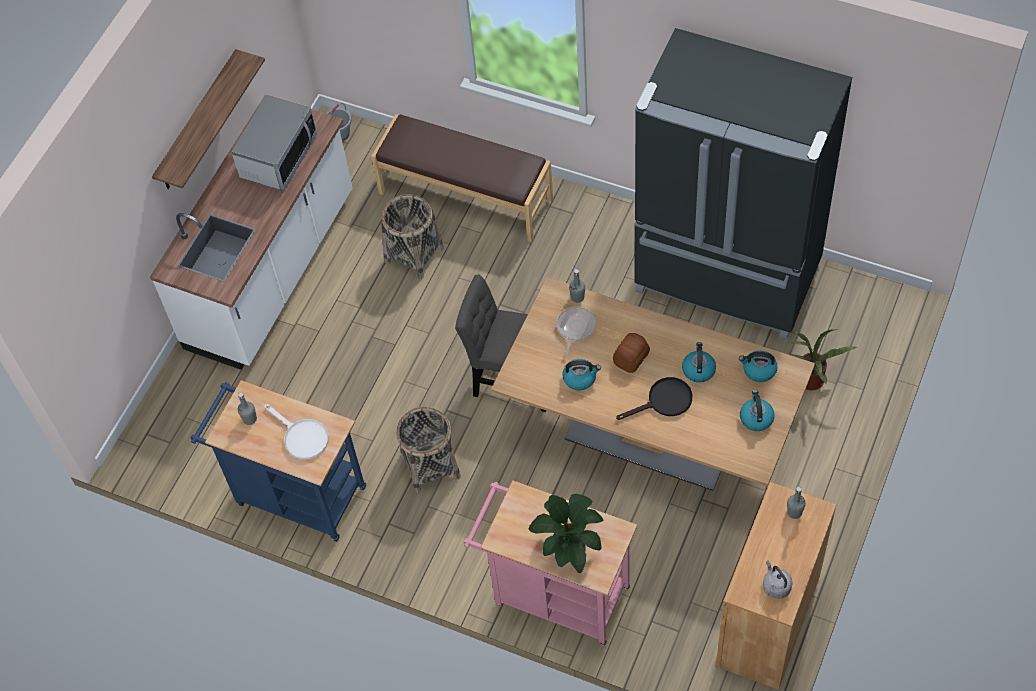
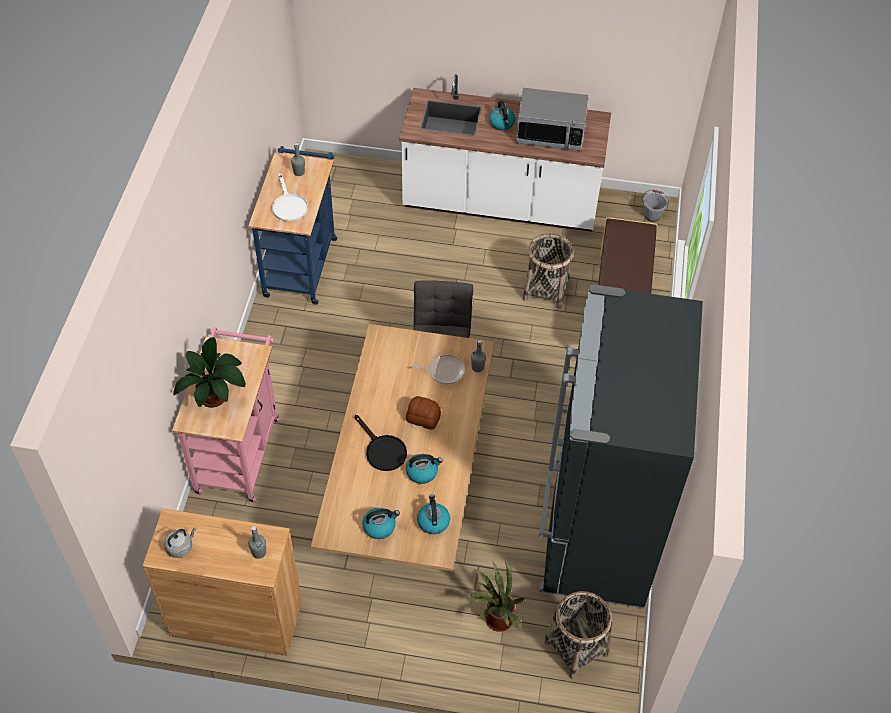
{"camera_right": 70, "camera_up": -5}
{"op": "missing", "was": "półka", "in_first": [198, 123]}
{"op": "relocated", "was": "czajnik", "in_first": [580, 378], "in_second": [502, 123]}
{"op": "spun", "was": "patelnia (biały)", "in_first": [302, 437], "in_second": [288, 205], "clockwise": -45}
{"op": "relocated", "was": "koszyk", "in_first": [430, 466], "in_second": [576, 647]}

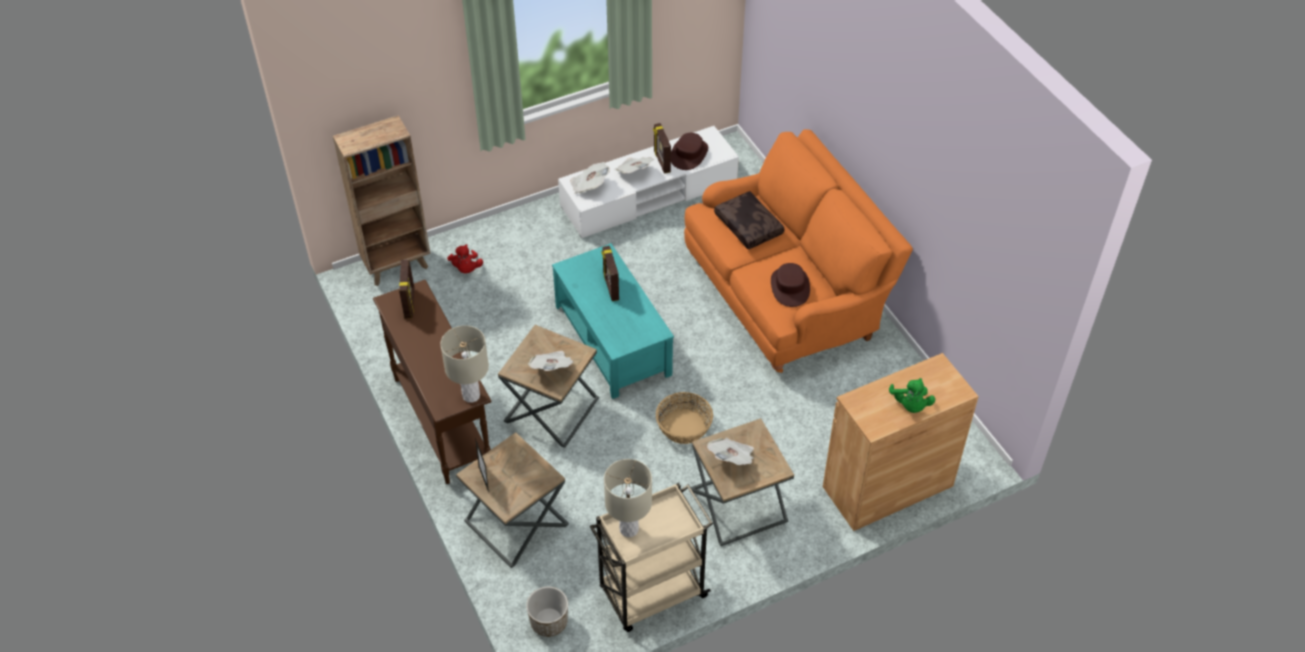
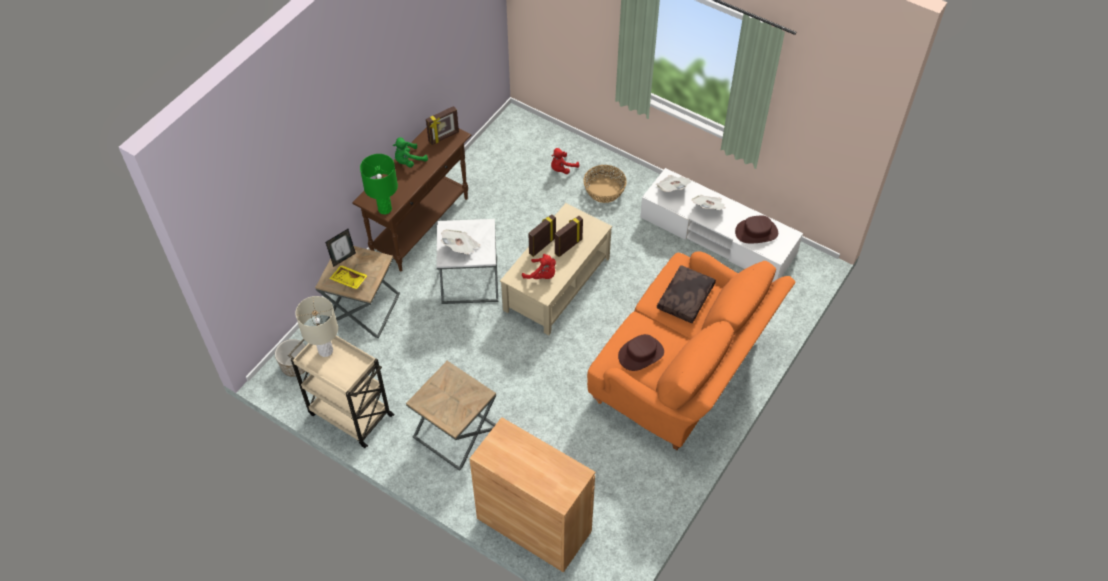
{"camera_right": 60, "camera_up": 5}
{"op": "missing", "was": "regał (brązowy)", "in_first": [397, 265]}
{"op": "relocated", "was": "ramka na zdjęcie", "in_first": [661, 162], "in_second": [542, 245]}
{"op": "colour", "was": "ława (turkusowy)", "now": "ława (beżowy)", "in_first": [614, 340], "in_second": [557, 284]}
{"op": "colour", "was": "lampa stołowa (beżowy)", "now": "lampa stołowa (zielony)", "in_first": [471, 395], "in_second": [385, 209]}
{"op": "colour", "was": "stolik (brązowy)", "now": "stolik (biały)", "in_first": [551, 410], "in_second": [469, 280]}
{"op": "relocated", "was": "pluszak (zielony)", "in_first": [910, 405], "in_second": [409, 161]}
{"op": "relocated", "was": "koszyk", "in_first": [684, 427], "in_second": [604, 191]}
{"op": "missing", "was": "gazeta", "in_first": [732, 458]}
{"op": "appeared", "now": "pluszak (czerwony)", "in_second": [542, 275]}
{"op": "appeared", "now": "taca (żółty)", "in_second": [348, 280]}

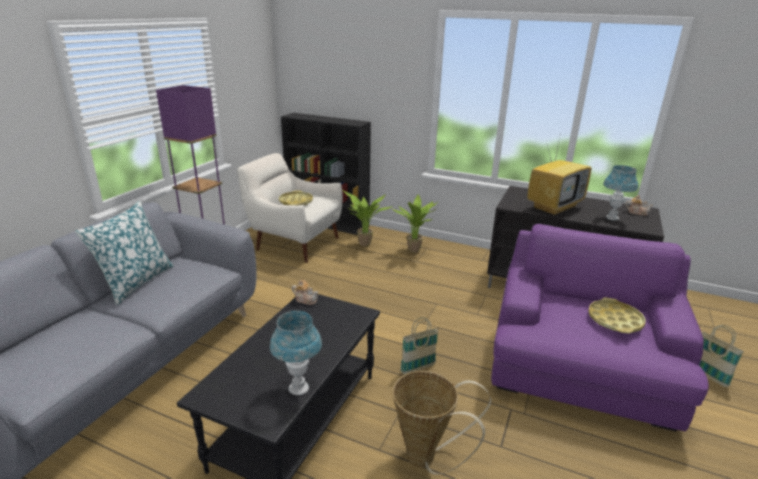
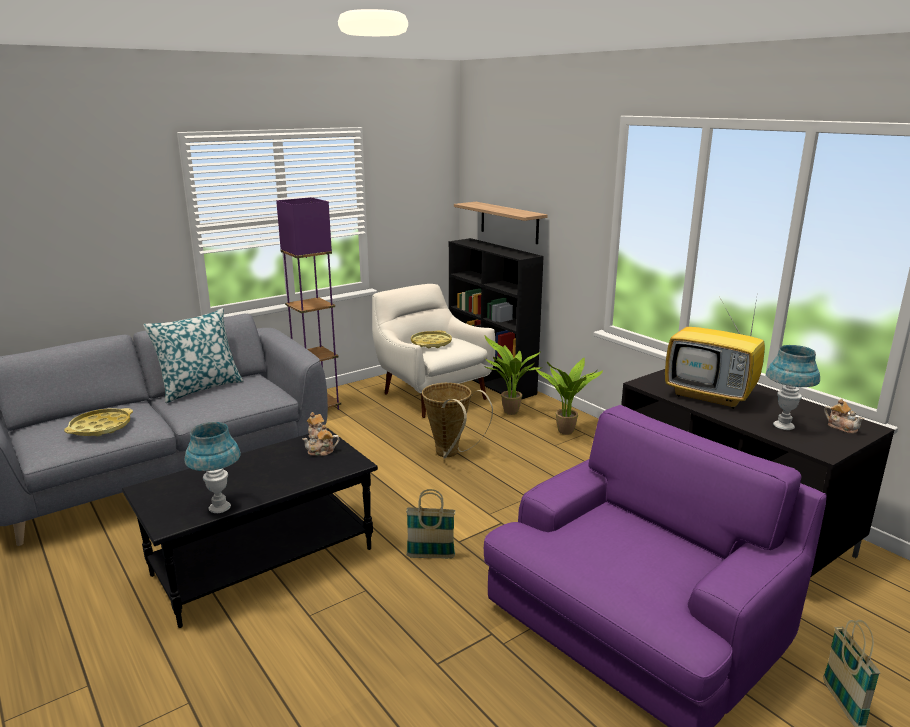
{"camera_right": 30, "camera_up": -5}
{"op": "spun", "was": "telewizor", "in_first": [554, 207], "in_second": [711, 396], "clockwise": 45}
{"op": "relocated", "was": "taca (żółty)", "in_first": [614, 320], "in_second": [100, 427]}
{"op": "relocated", "was": "koszyk", "in_first": [427, 459], "in_second": [450, 455]}
{"op": "appeared", "now": "półka", "in_second": [509, 222]}
{"op": "appeared", "now": "imbryk", "in_second": [321, 452]}

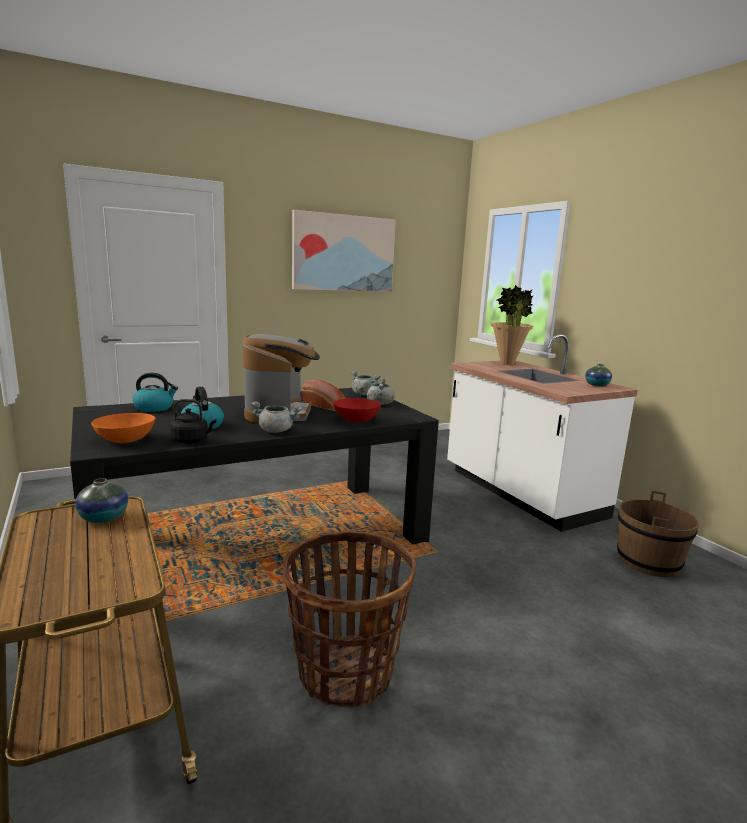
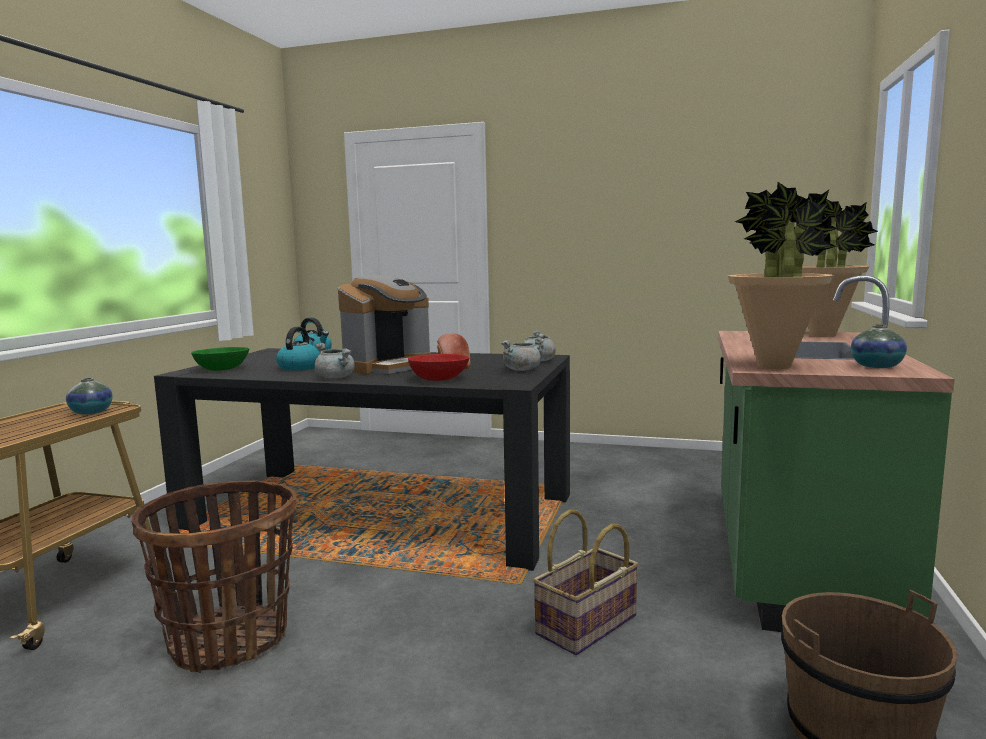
{"camera_right": 45, "camera_up": -5}
{"op": "missing", "was": "obraz", "in_first": [343, 253]}
{"op": "colour", "was": "zabudowa kuchenna (biały)", "now": "zabudowa kuchenna (zielony)", "in_first": [520, 493], "in_second": [795, 562]}
{"op": "missing", "was": "czajnik (czarny)", "in_first": [192, 440]}
{"op": "colour", "was": "miska (pomarańczowy)", "now": "miska (zielony)", "in_first": [126, 439], "in_second": [222, 369]}
{"op": "appeared", "now": "roślina doniczkowa", "in_second": [774, 366]}
{"op": "appeared", "now": "koszyk", "in_second": [587, 626]}

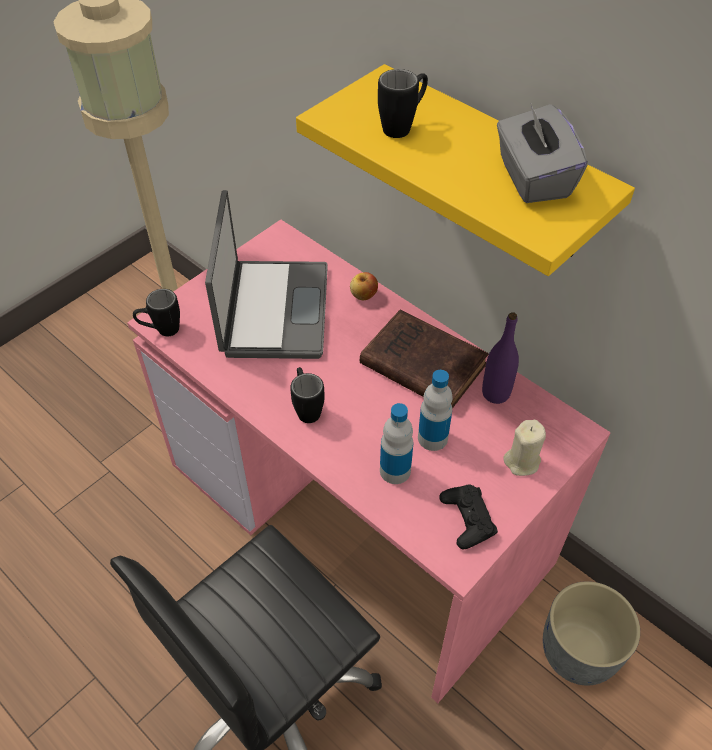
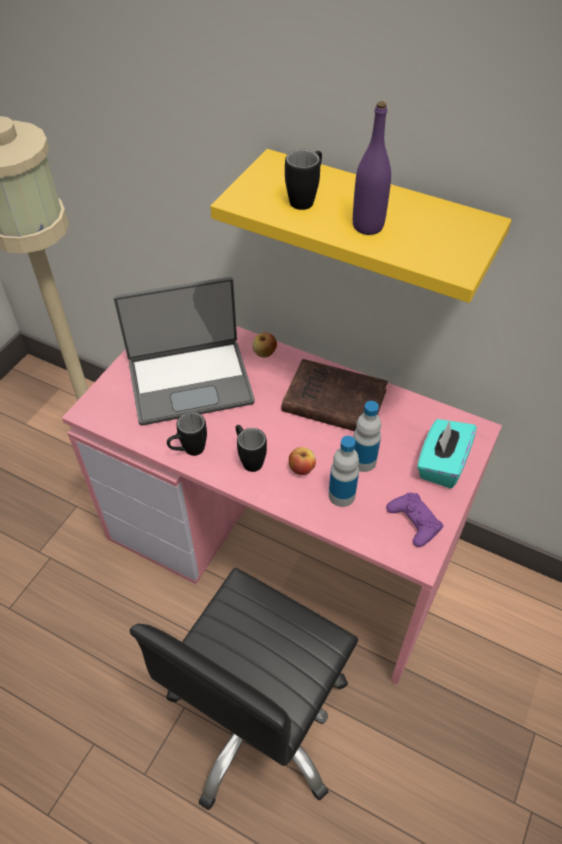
{"camera_right": -15, "camera_up": 0}
{"op": "missing", "was": "pudełko chusteczek (szary)", "in_first": [532, 178]}
{"op": "spun", "was": "laptop", "in_first": [272, 310], "in_second": [190, 381], "clockwise": 90}
{"op": "relocated", "was": "kubek (czarny)", "in_first": [161, 331], "in_second": [188, 451]}
{"op": "relocated", "was": "butelka (fioletowy)", "in_first": [495, 393], "in_second": [368, 226]}
{"op": "exchanged", "was": "świeca (beżowy)", "now": "pudełko chusteczek (turkusowy)", "in_first": [522, 461], "in_second": [441, 464]}
{"op": "colour", "was": "pad do gier (czarny)", "now": "pad do gier (fioletowy)", "in_first": [467, 519], "in_second": [414, 521]}
{"op": "missing", "was": "donica (szary)", "in_first": [577, 650]}
{"op": "appeared", "now": "jabłko", "in_second": [301, 468]}

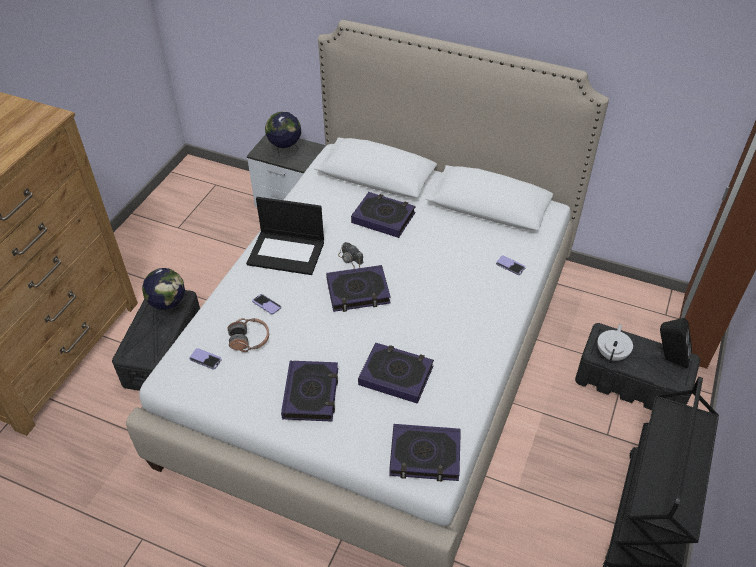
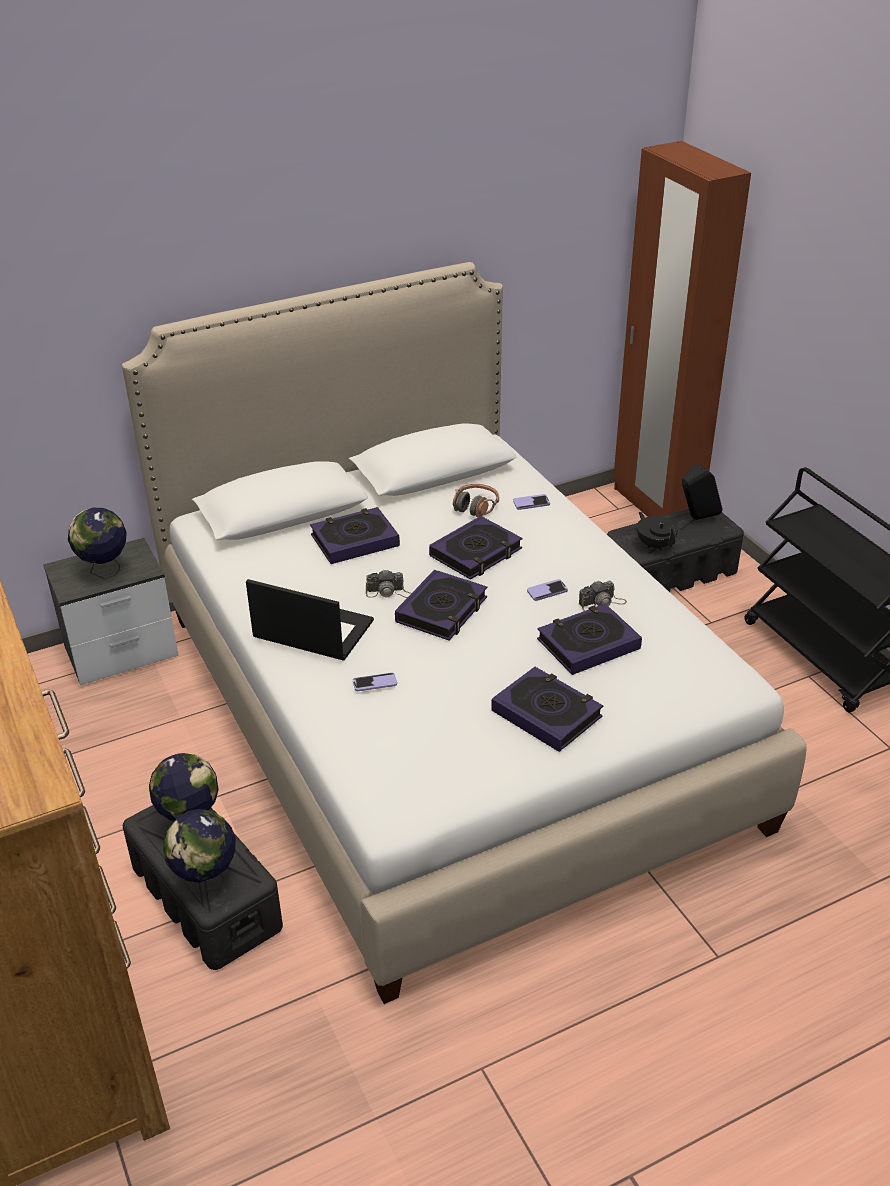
{"camera_right": -50, "camera_up": -10}
{"op": "spun", "was": "laptop", "in_first": [287, 252], "in_second": [311, 630], "clockwise": -120}
{"op": "relocated", "was": "słuchawki", "in_first": [249, 340], "in_second": [475, 506]}
{"op": "colour", "was": "imbryk (biały)", "now": "imbryk (czarny)", "in_first": [612, 354], "in_second": [655, 544]}
{"op": "relocated", "was": "telefon", "in_first": [205, 359], "in_second": [547, 591]}
{"op": "relocated", "was": "książka", "in_first": [425, 456], "in_second": [476, 553]}
{"op": "appeared", "now": "aparat fotograficzny", "in_second": [602, 603]}
{"op": "appeared", "now": "globus", "in_second": [206, 882]}

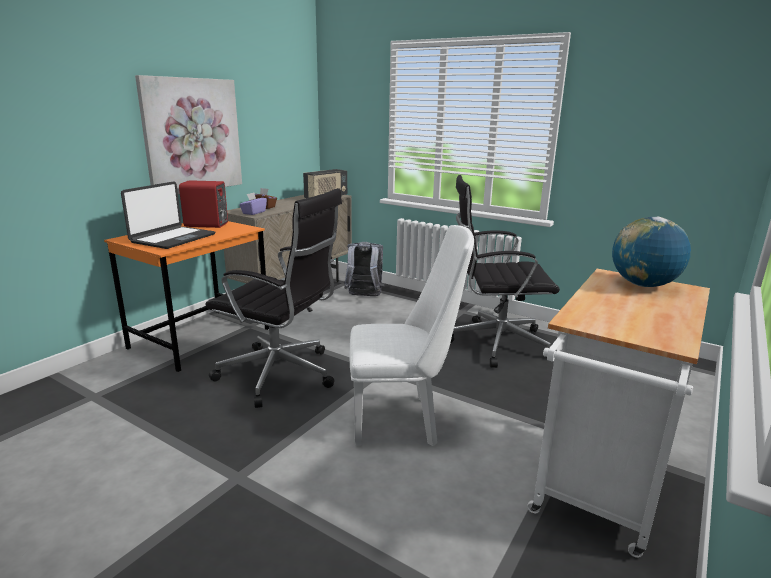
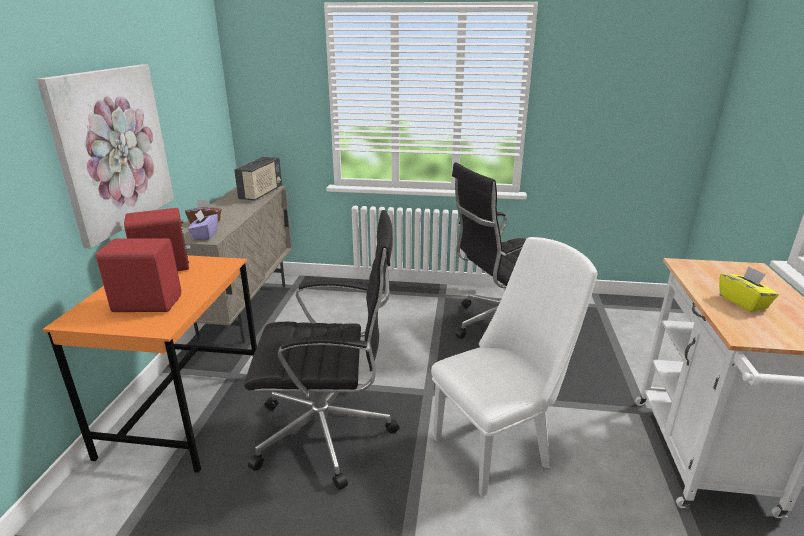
{"camera_right": -25, "camera_up": 5}
{"op": "exchanged", "was": "laptop", "now": "głośnik (czerwony)", "in_first": [172, 238], "in_second": [147, 303]}
{"op": "missing", "was": "globus", "in_first": [643, 285]}
{"op": "missing", "was": "plecak (szary)", "in_first": [364, 296]}
{"op": "appeared", "now": "pudełko chusteczek (żółty)", "in_second": [743, 302]}

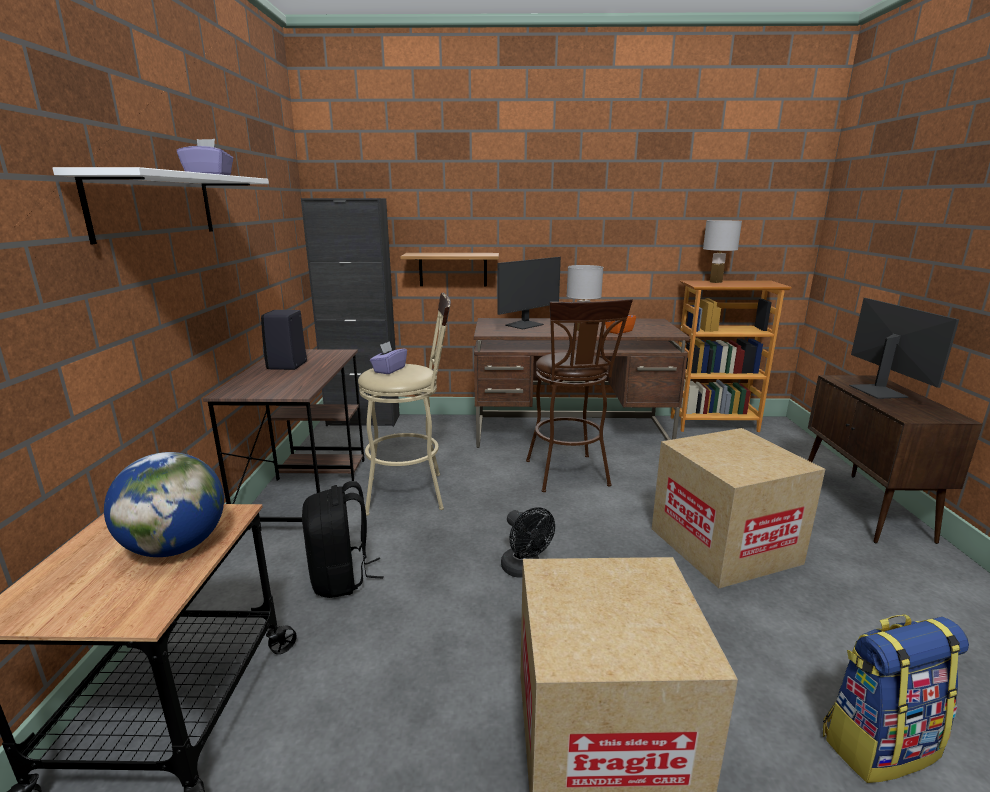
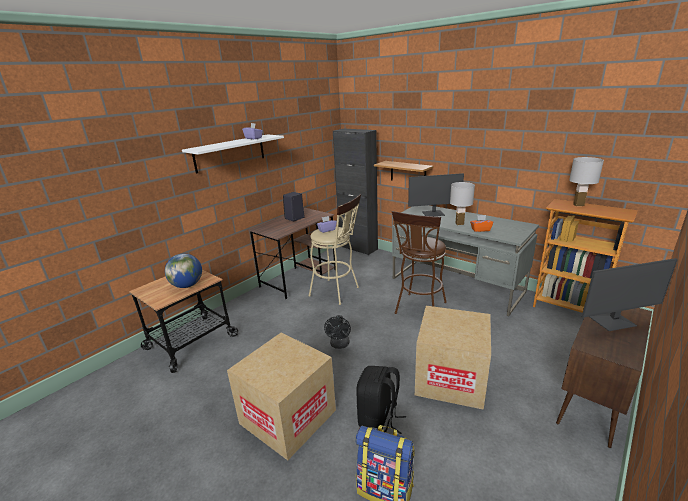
{"camera_right": 40, "camera_up": 5}
{"op": "spun", "was": "monitor", "in_first": [878, 391], "in_second": [613, 322], "clockwise": 45}
{"op": "colour", "was": "biurko (brązowy)", "now": "biurko (szary)", "in_first": [571, 432], "in_second": [457, 285]}
{"op": "relocated", "was": "plecak (czarny)", "in_first": [341, 578], "in_second": [378, 420]}

